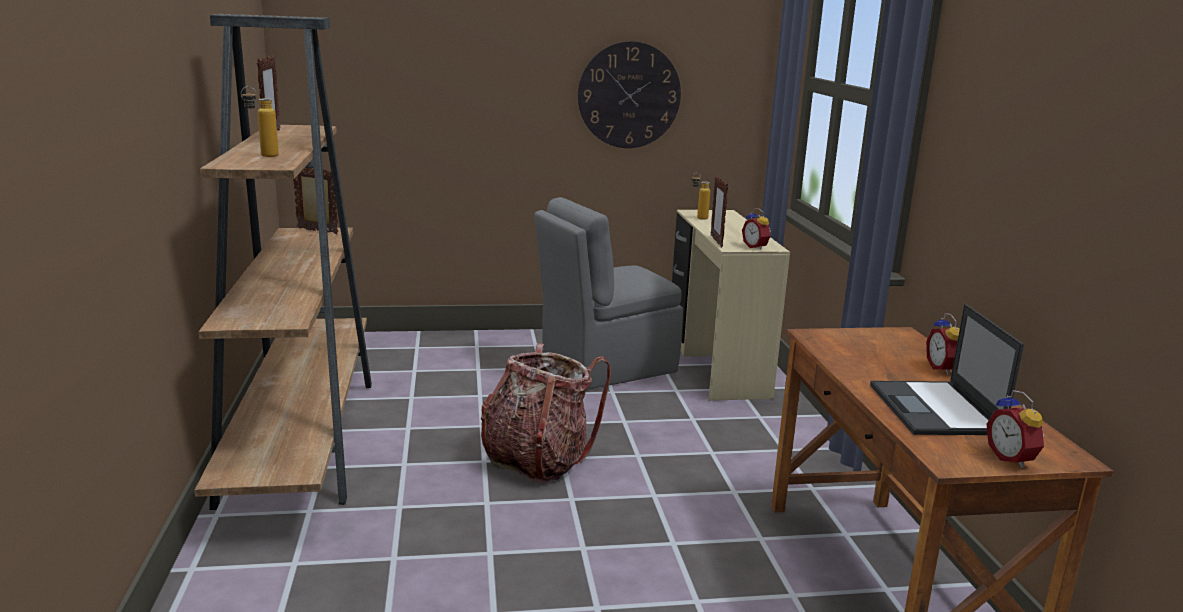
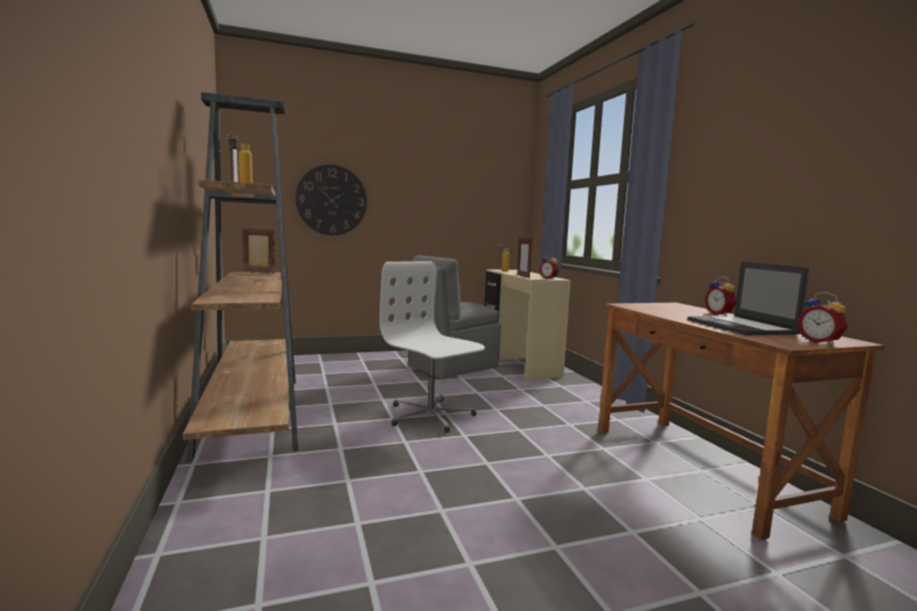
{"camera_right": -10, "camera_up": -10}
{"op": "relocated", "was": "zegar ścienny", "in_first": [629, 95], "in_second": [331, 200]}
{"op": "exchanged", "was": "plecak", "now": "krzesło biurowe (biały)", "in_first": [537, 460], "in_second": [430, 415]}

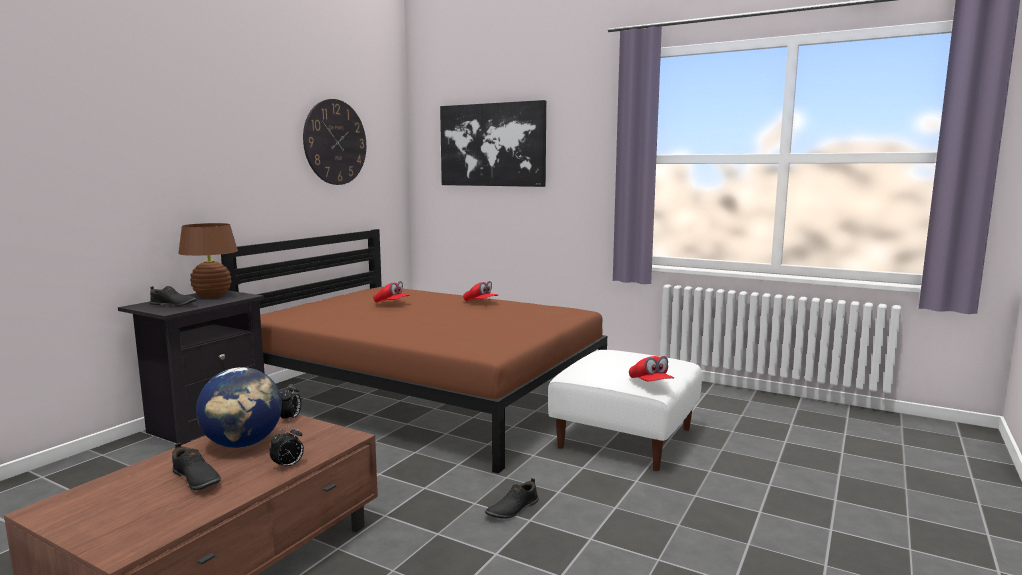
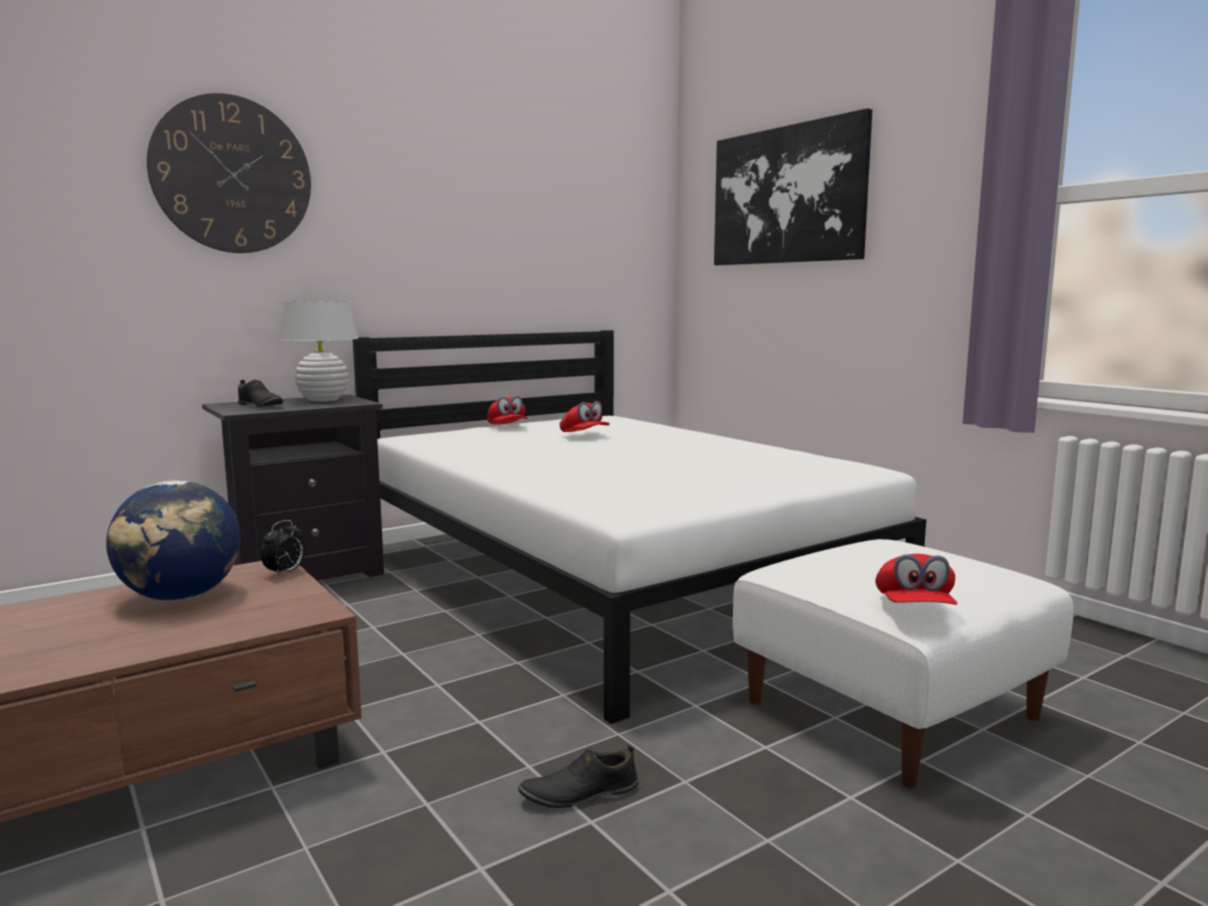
{"camera_right": 25, "camera_up": 0}
{"op": "relocated", "was": "zegar ścienny", "in_first": [335, 142], "in_second": [232, 175]}
{"op": "colour", "was": "lampa stołowa (brązowy)", "now": "lampa stołowa (biały)", "in_first": [212, 296], "in_second": [323, 400]}
{"op": "colour", "was": "łóżko (brązowy)", "now": "łóżko (biały)", "in_first": [425, 394], "in_second": [611, 578]}
{"op": "relocated", "was": "czapka z daszkiem (czerwony)", "in_first": [480, 302], "in_second": [507, 427]}
{"op": "missing", "was": "budzik", "in_first": [288, 466]}
{"op": "missing", "was": "but (czarny)", "in_first": [195, 480]}

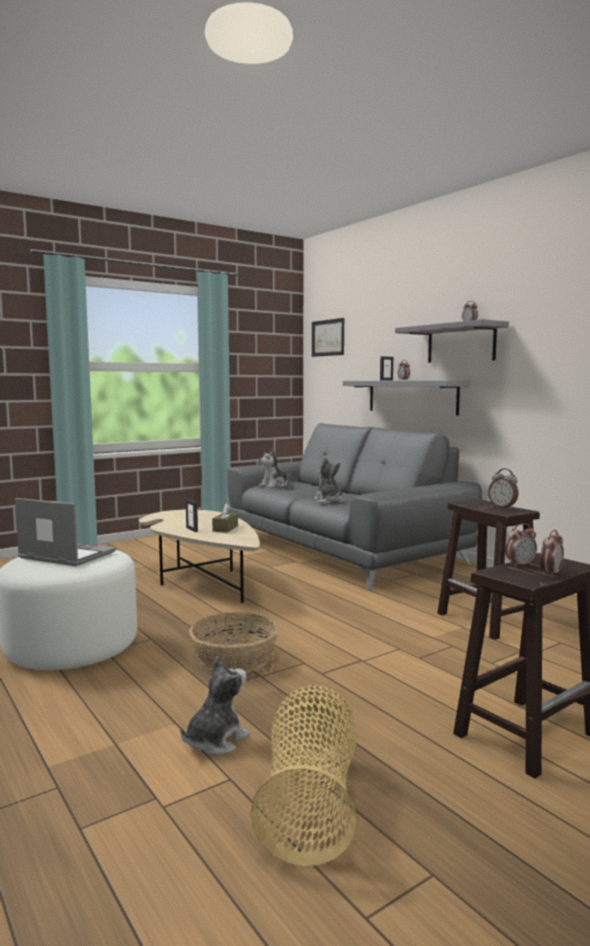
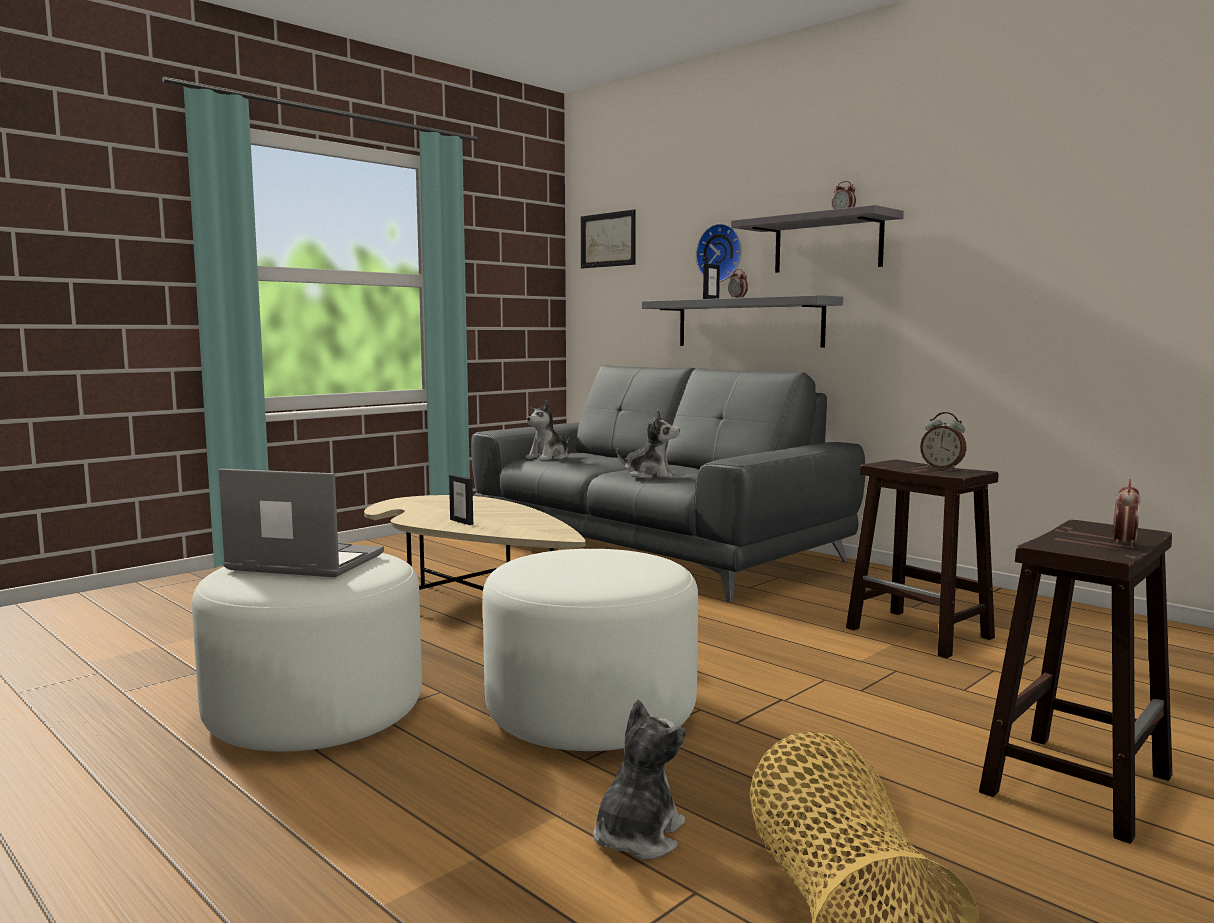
{"camera_right": -10, "camera_up": 0}
{"op": "spun", "was": "pluszak", "in_first": [329, 501], "in_second": [650, 475], "clockwise": 135}
{"op": "missing", "was": "pudełko chusteczek (brązowy)", "in_first": [225, 528]}
{"op": "missing", "was": "budzik", "in_first": [520, 565]}
{"op": "exchanged", "was": "koszyk", "now": "pufa (biały)", "in_first": [234, 659], "in_second": [590, 711]}
{"op": "appeared", "now": "zegar ścienny", "in_second": [721, 253]}

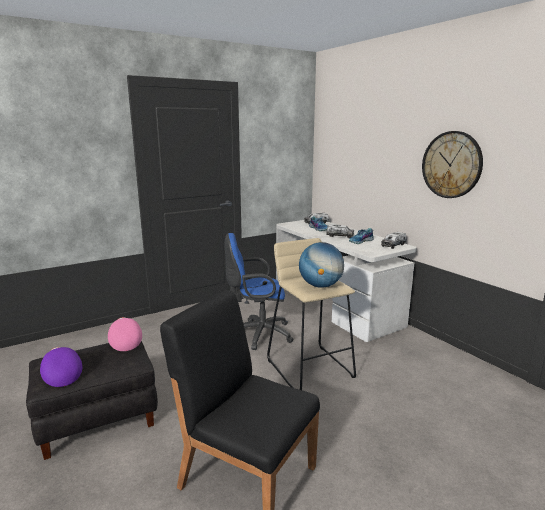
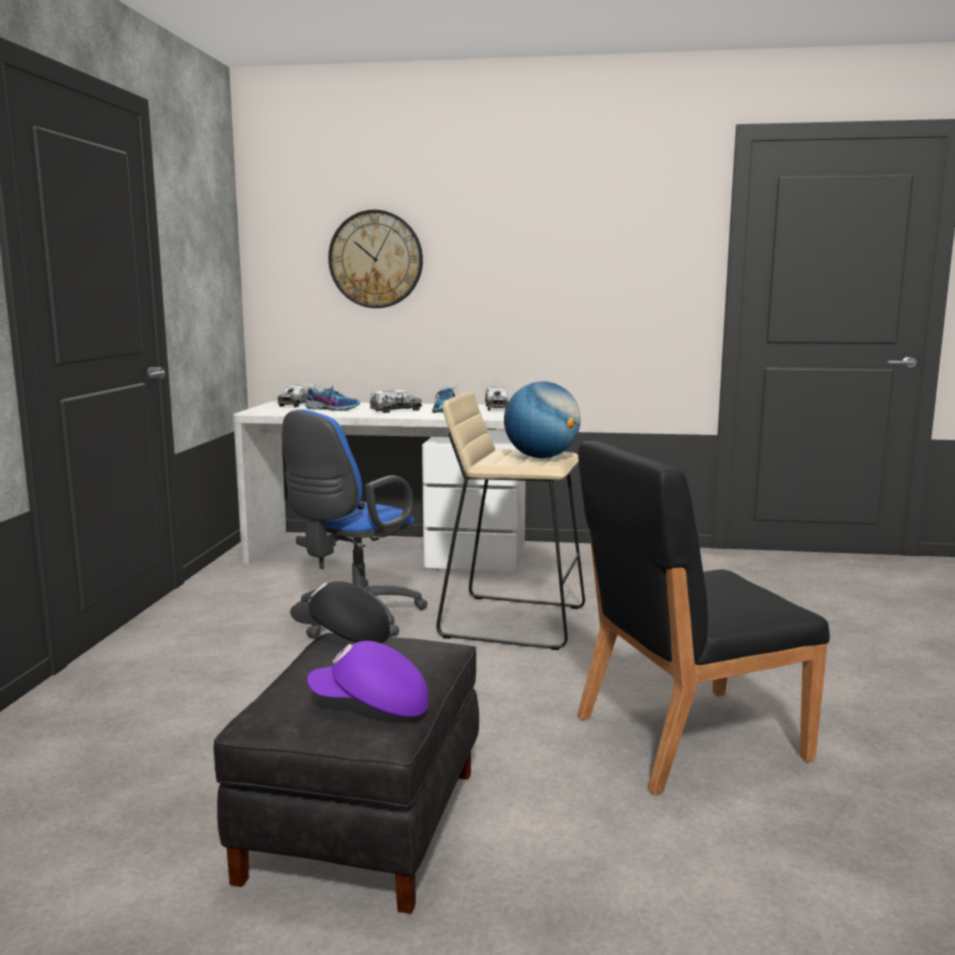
{"camera_right": -50, "camera_up": -5}
{"op": "relocated", "was": "zegar ścienny", "in_first": [451, 165], "in_second": [376, 259]}
{"op": "colour", "was": "czapka z daszkiem (różowy)", "now": "czapka z daszkiem (czarny)", "in_first": [125, 341], "in_second": [342, 636]}

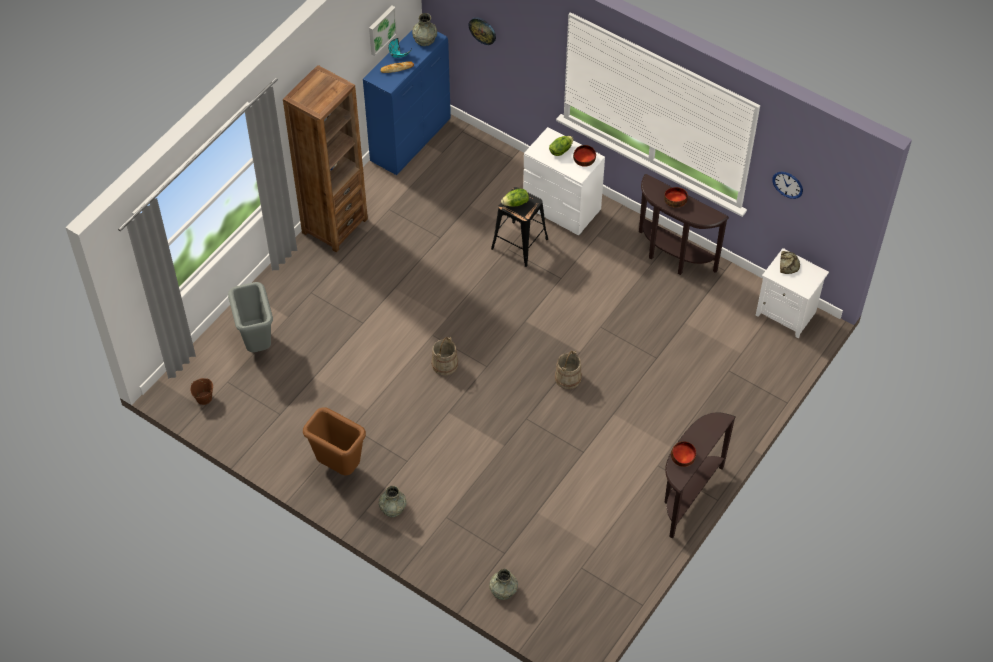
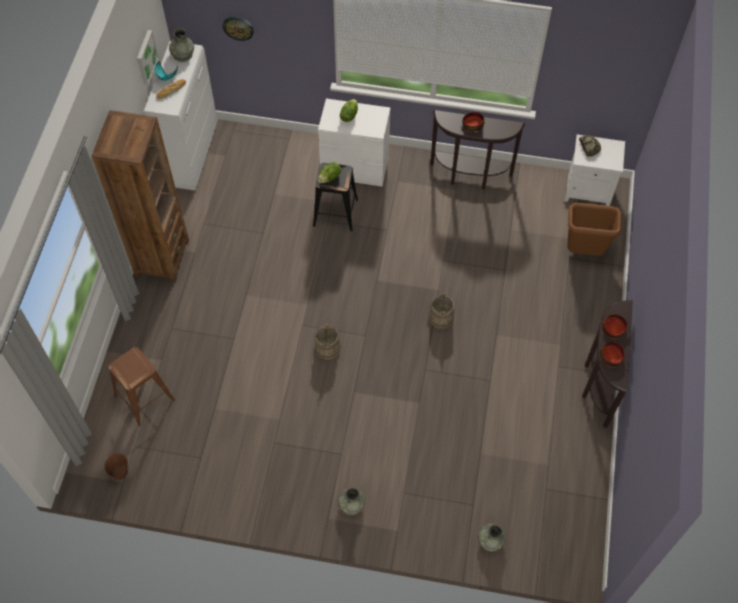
{"camera_right": -25, "camera_up": 5}
{"op": "colour", "was": "szafka (niebieski)", "now": "szafka (biały)", "in_first": [411, 140], "in_second": [192, 154]}
{"op": "relocated", "was": "miska", "in_first": [584, 159], "in_second": [613, 329]}
{"op": "missing", "was": "zegar ścienny", "in_first": [787, 184]}
{"op": "exchanged", "was": "kosz na śmieci (szary)", "now": "stołek (brązowy)", "in_first": [257, 343], "in_second": [145, 397]}
{"op": "relocated", "was": "kosz na śmieci (brązowy)", "in_first": [339, 466], "in_second": [584, 251]}

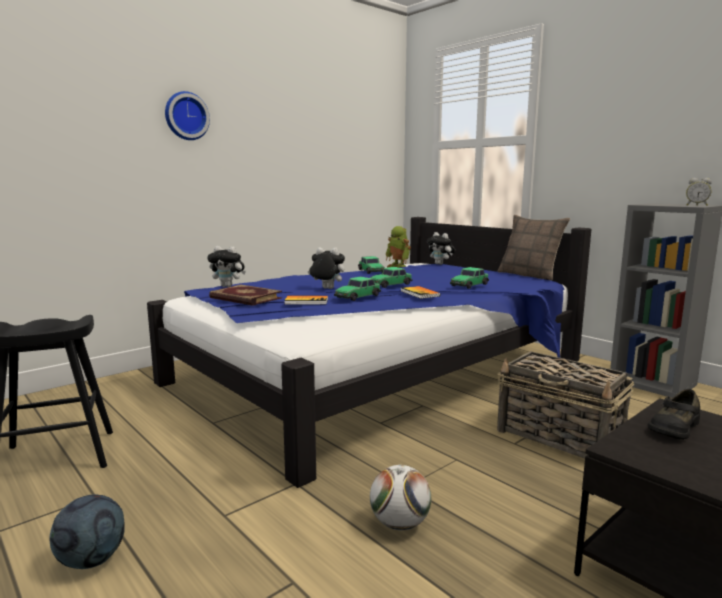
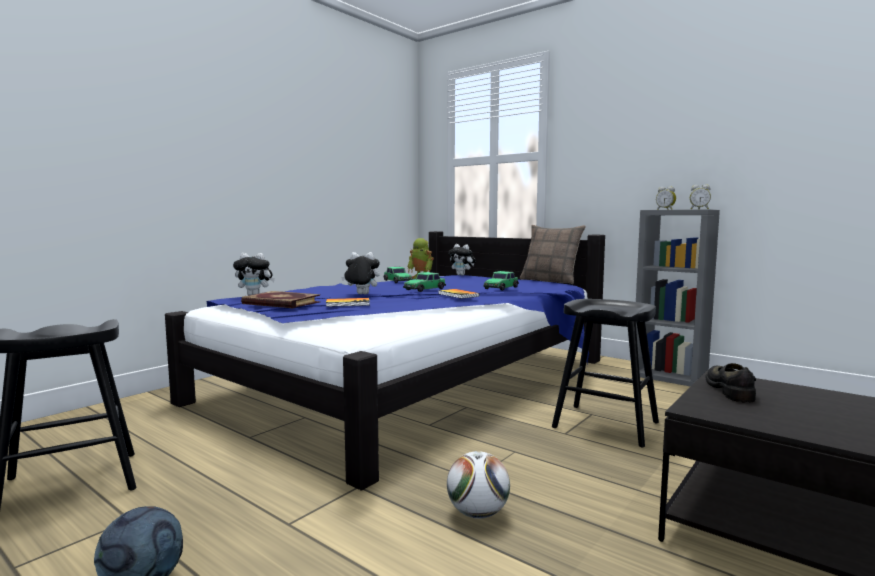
{"camera_right": -10, "camera_up": -5}
{"op": "missing", "was": "zegar ścienny", "in_first": [186, 116]}
{"op": "missing", "was": "samochodzik", "in_first": [357, 296]}
{"op": "exchanged", "was": "koszyk", "now": "stołek (czarny)", "in_first": [560, 437], "in_second": [605, 425]}
{"op": "spun", "was": "but (czarny)", "in_first": [673, 427], "in_second": [731, 390], "clockwise": 150}
{"op": "appeared", "now": "budzik", "in_second": [665, 209]}

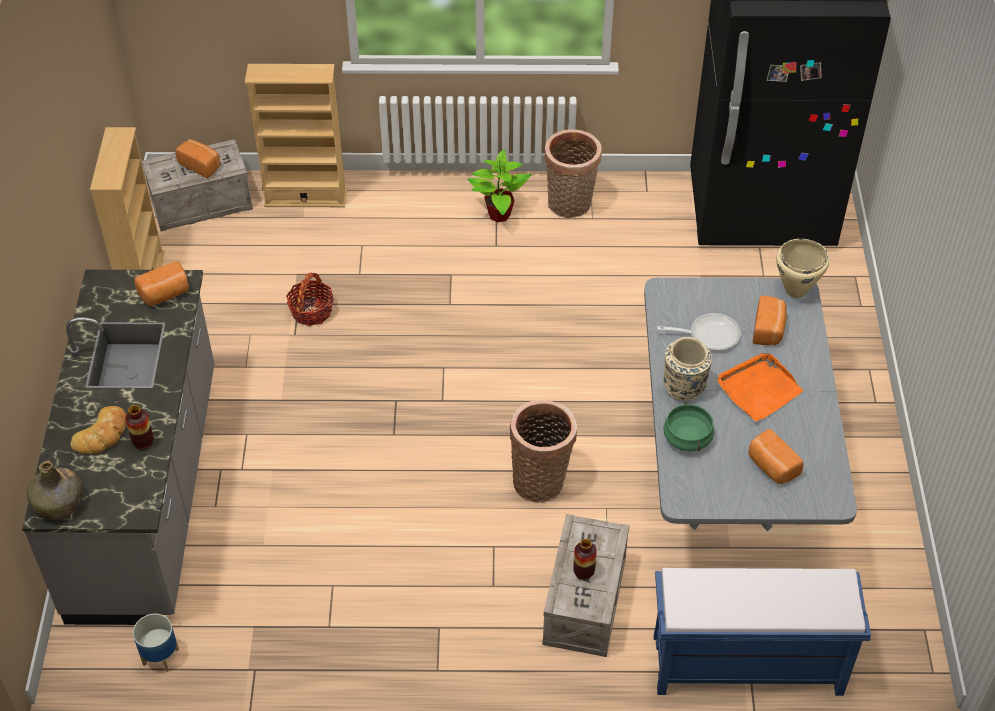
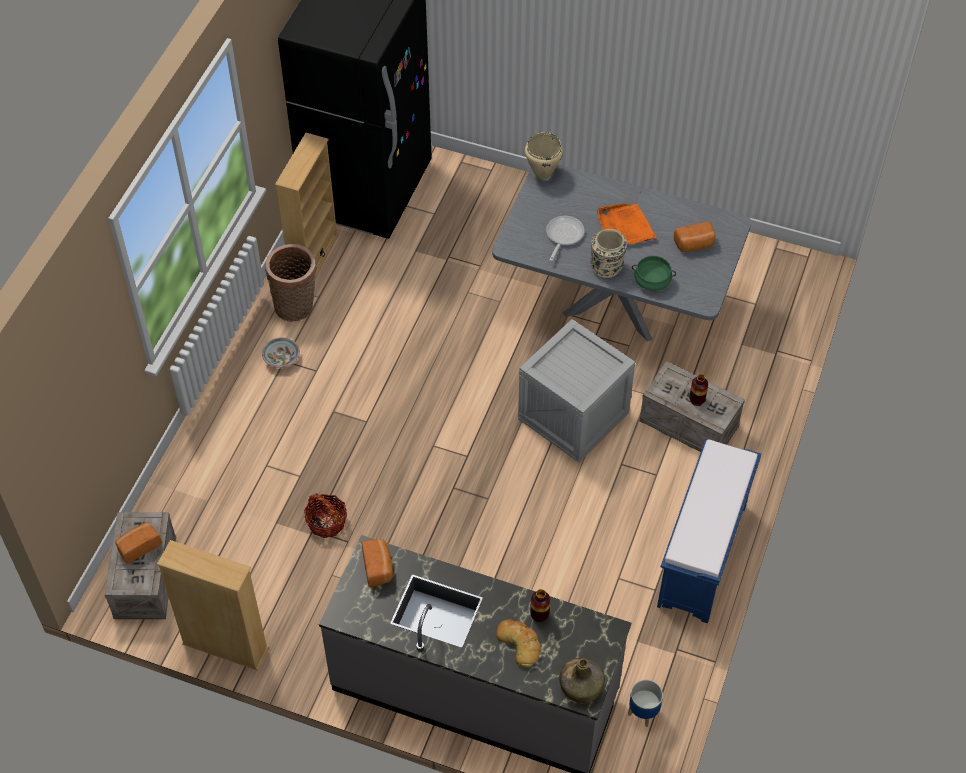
{"camera_right": -70, "camera_up": 5}
{"op": "relocated", "was": "regał (beżowy)", "in_first": [305, 197], "in_second": [313, 256]}
{"op": "exchanged", "was": "roślina doniczkowa", "now": "miska", "in_first": [498, 215], "in_second": [281, 358]}
{"op": "missing", "was": "chleb", "in_first": [768, 330]}
{"op": "exchanged", "was": "koszyk", "now": "skrzynka", "in_first": [541, 480], "in_second": [572, 415]}
{"op": "relocated", "was": "ławka (niebieski)", "in_first": [745, 666], "in_second": [702, 557]}

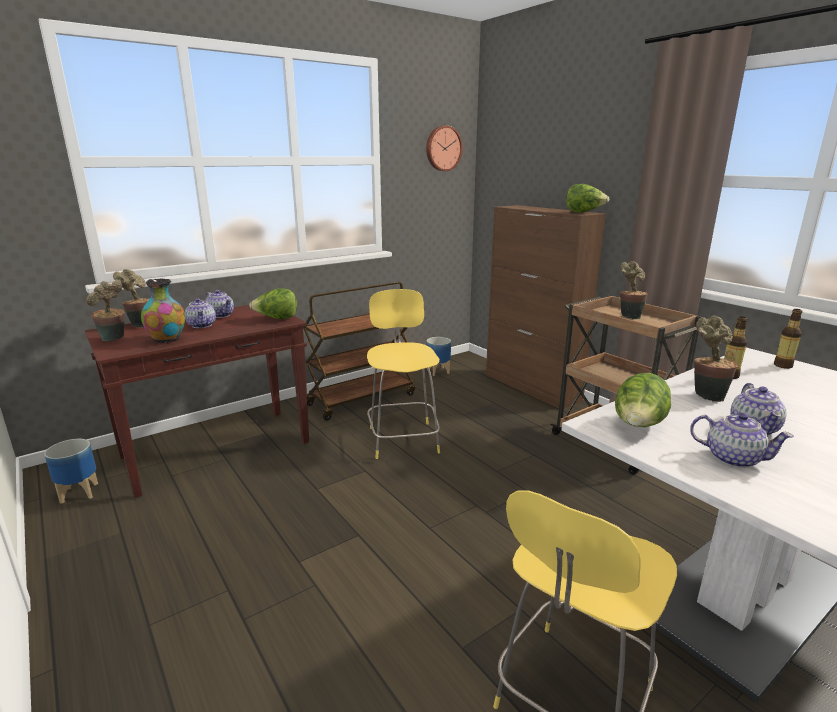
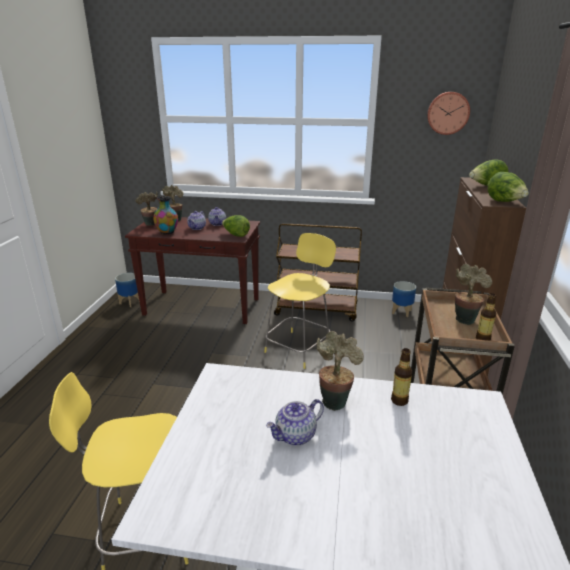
{"camera_right": 45, "camera_up": 5}
{"op": "relocated", "was": "butelka", "in_first": [783, 365], "in_second": [482, 339]}
{"op": "relocated", "was": "sałata", "in_first": [638, 426], "in_second": [486, 186]}
{"op": "missing", "was": "imbryk", "in_first": [732, 458]}

